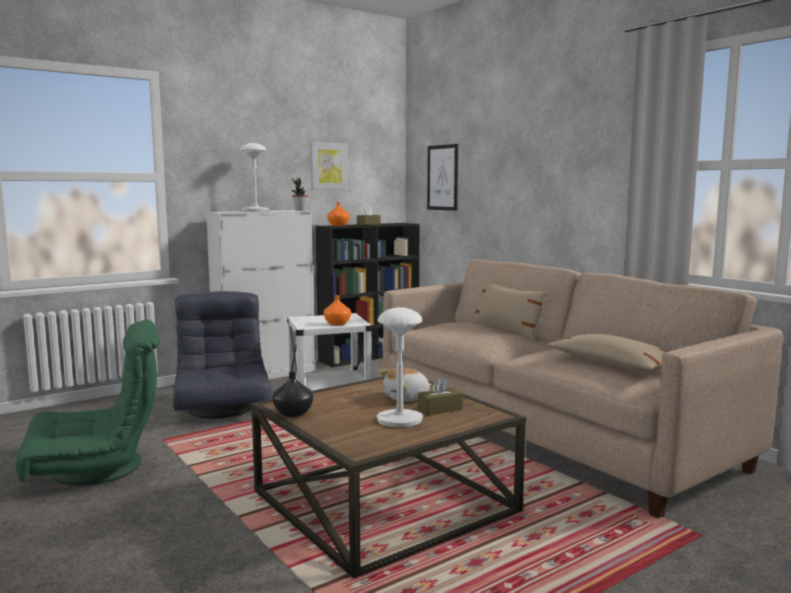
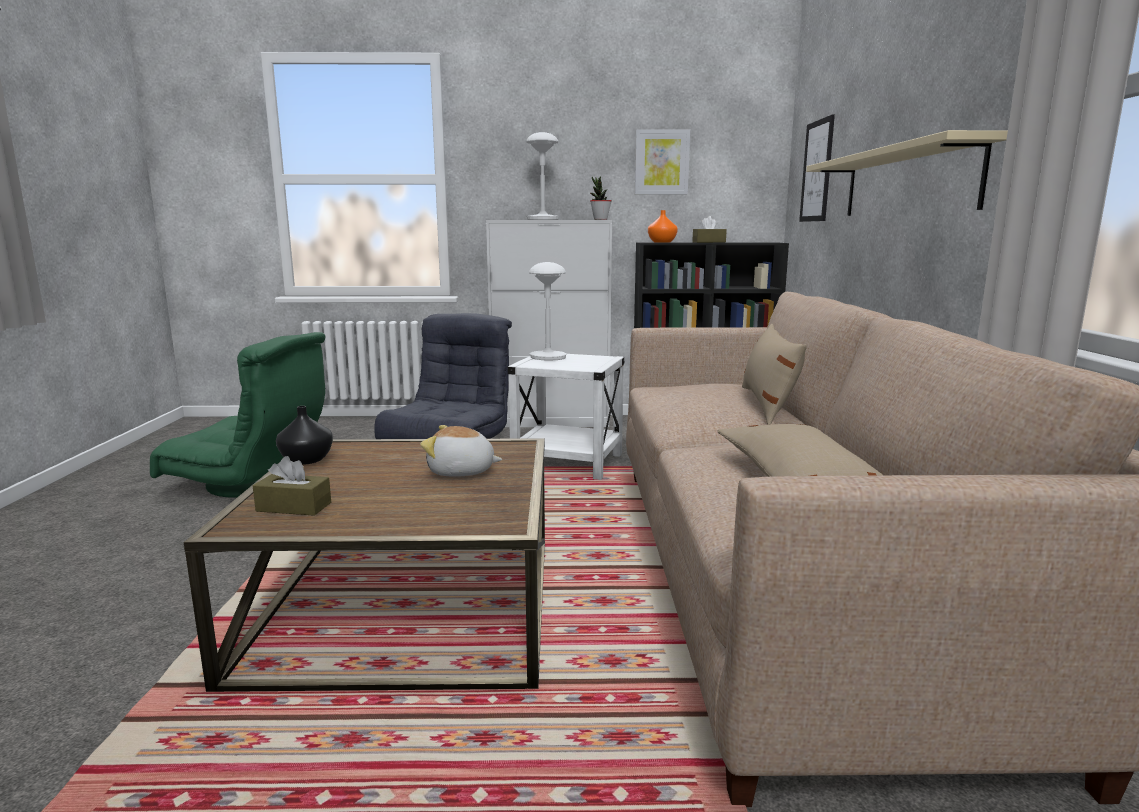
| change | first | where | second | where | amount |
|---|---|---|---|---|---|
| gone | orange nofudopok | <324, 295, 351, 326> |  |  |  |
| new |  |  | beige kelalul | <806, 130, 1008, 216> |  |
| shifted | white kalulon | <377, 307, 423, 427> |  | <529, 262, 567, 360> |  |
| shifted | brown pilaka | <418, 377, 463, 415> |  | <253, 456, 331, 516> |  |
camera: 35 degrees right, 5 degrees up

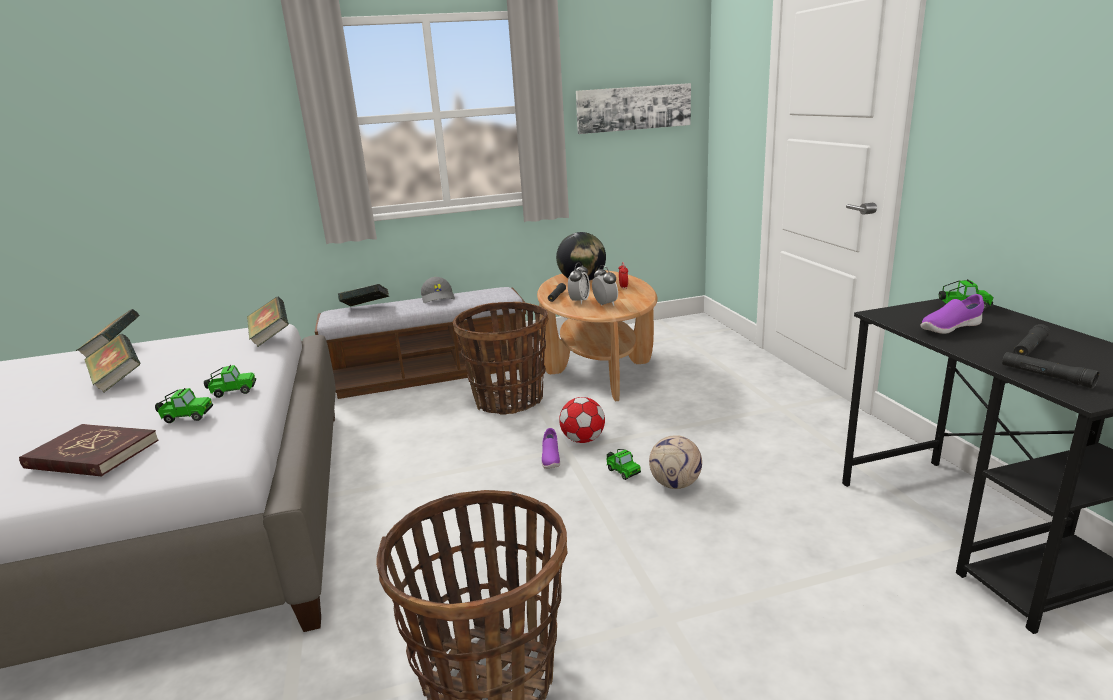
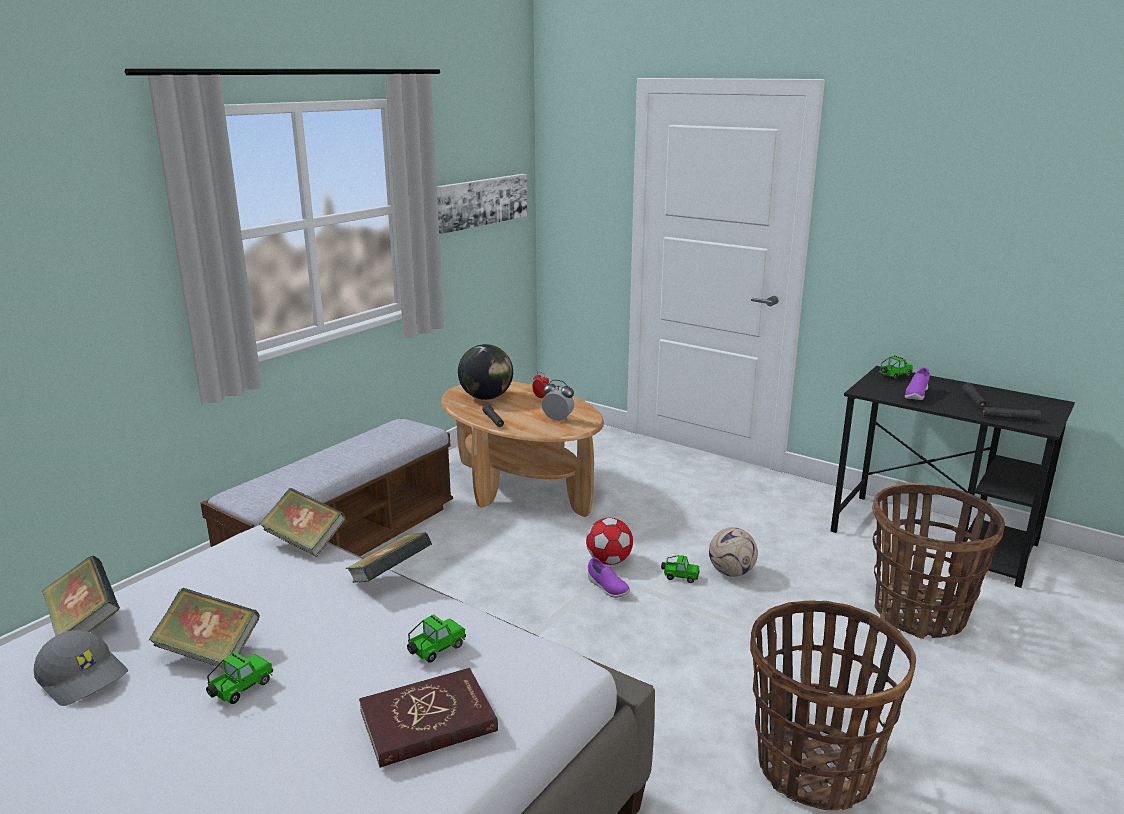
| change | first | where | second | where | amount |
|---|---|---|---|---|---|
| gone | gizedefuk | <568, 262, 590, 304> |  |  |  |
| shifted | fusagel | <204, 365, 256, 398> |  | <206, 652, 273, 704> |  |
| shifted | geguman | <338, 284, 389, 307> |  | <345, 532, 432, 583> |  |
| shifted | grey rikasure | <421, 277, 455, 303> |  | <34, 630, 128, 706> |  |
| shifted | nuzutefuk | <453, 302, 548, 415> |  | <872, 484, 1005, 639> |  |
camera: 40 degrees left, 0 degrees up

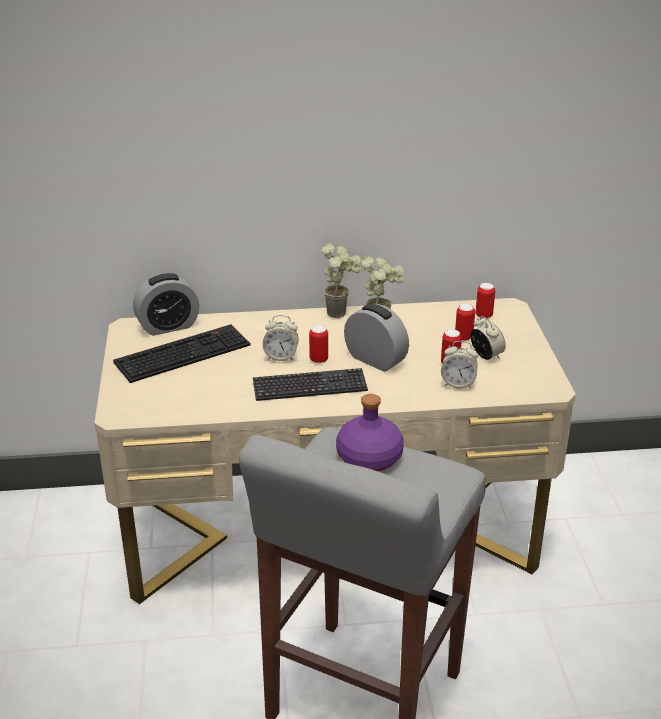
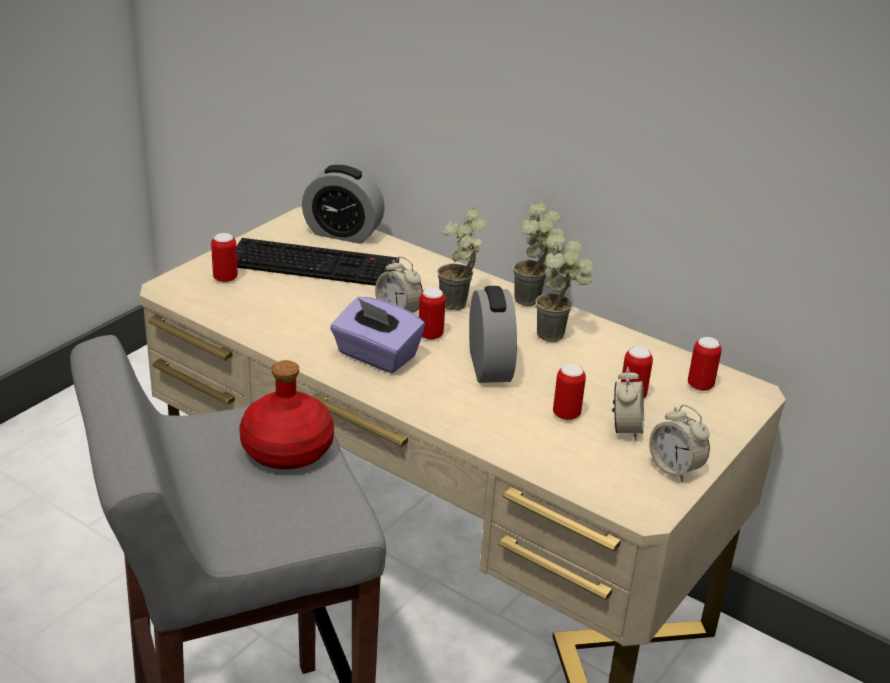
| change | first | where | second | where | amount |
|---|---|---|---|---|---|
| new |  |  | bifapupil | <211, 233, 238, 283> |  |
| new |  |  | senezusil | <437, 207, 486, 310> |  |
| shifted | gizedefuk | <441, 341, 478, 389> |  | <649, 404, 710, 482> |  |
| swapped | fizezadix | <253, 368, 368, 401> | purple pilaka | <330, 297, 425, 373> |  |
| repainted | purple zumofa | <336, 394, 404, 471> | red zumofa | <239, 360, 334, 469> |  |
camera: 40 degrees right, 0 degrees up

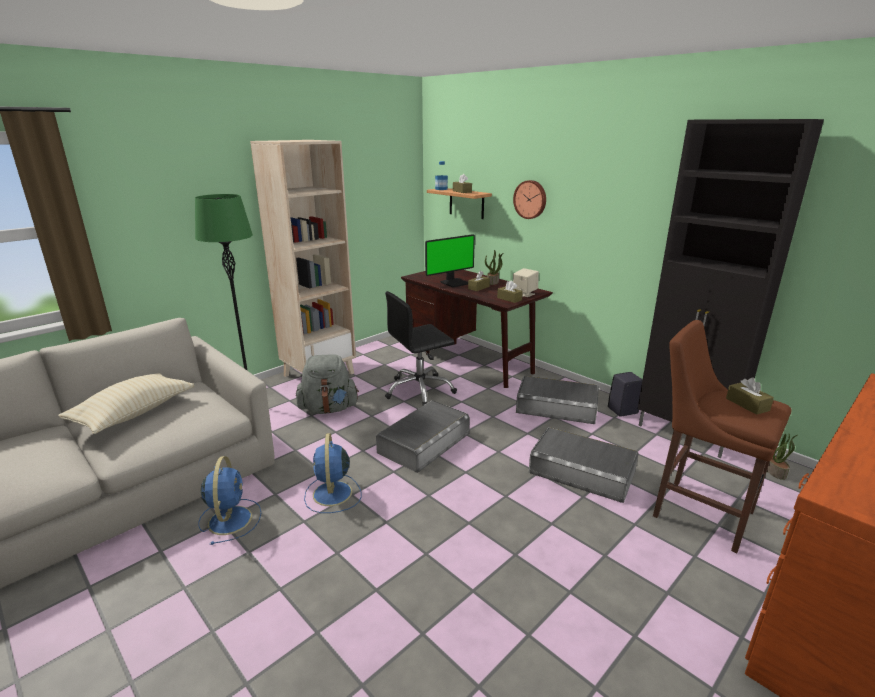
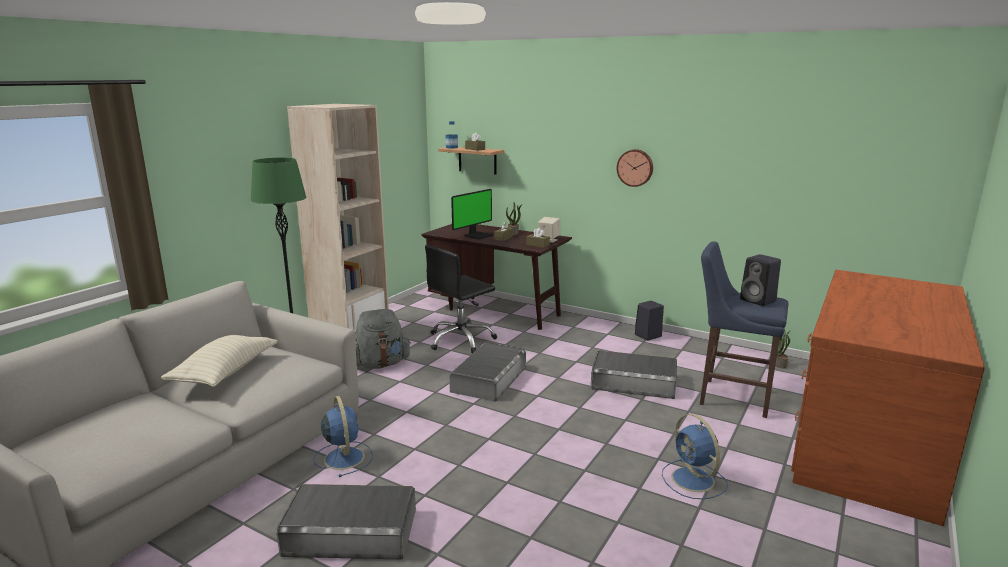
| change | first | where | second | where | amount |
|---|---|---|---|---|---|
| gone | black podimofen | <638, 119, 824, 458> |  |  |  |
| shifted | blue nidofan | <304, 433, 362, 513> |  | <662, 414, 728, 499> |  |
| shifted | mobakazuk | <513, 180, 546, 219> |  | <617, 149, 653, 187> |  |
| shifted | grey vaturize | <516, 376, 598, 424> |  | <276, 484, 416, 559> |  |
| swapped | brown pilaka | <726, 378, 774, 415> | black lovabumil | <740, 254, 781, 306> |  |
| repainted | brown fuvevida | <653, 320, 791, 553> | blue fuvevida | <700, 241, 788, 418> |  |
camera: 15 degrees left, 5 degrees down

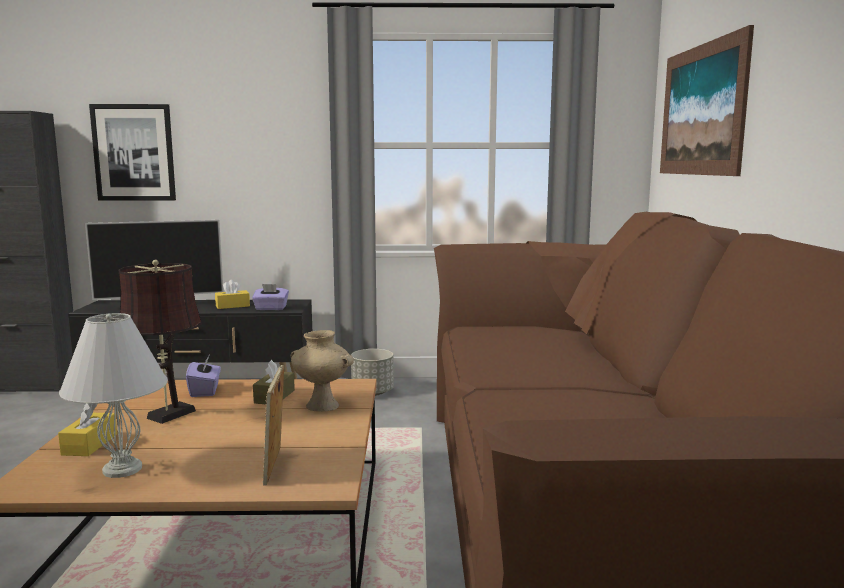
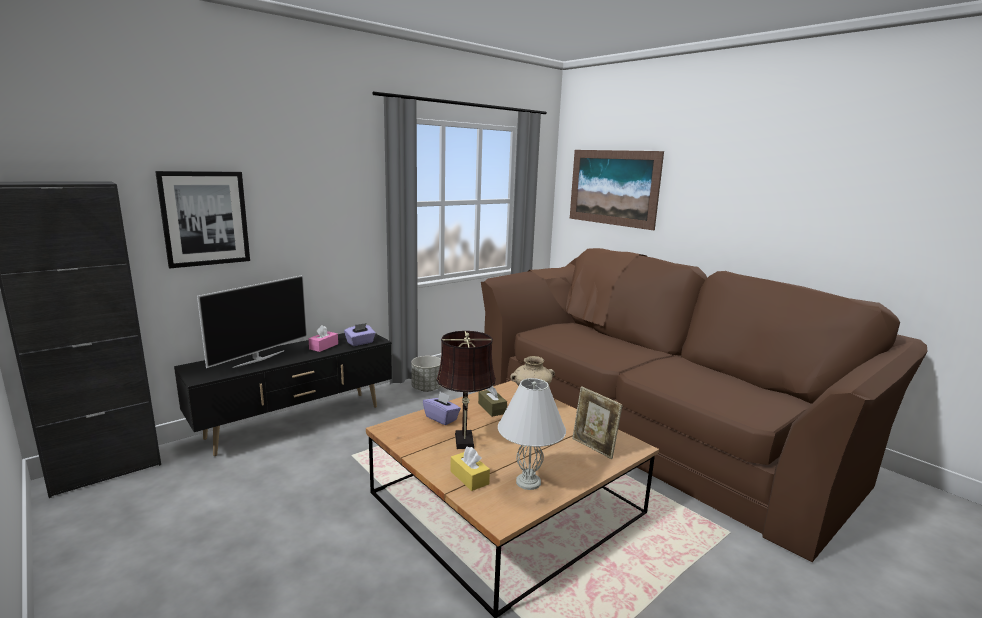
| change | first | where | second | where | amount |
|---|---|---|---|---|---|
| repainted | yellow pilaka | <215, 280, 250, 309> | pink pilaka | <308, 325, 338, 352> |  |
camera: 40 degrees left, 5 degrees up

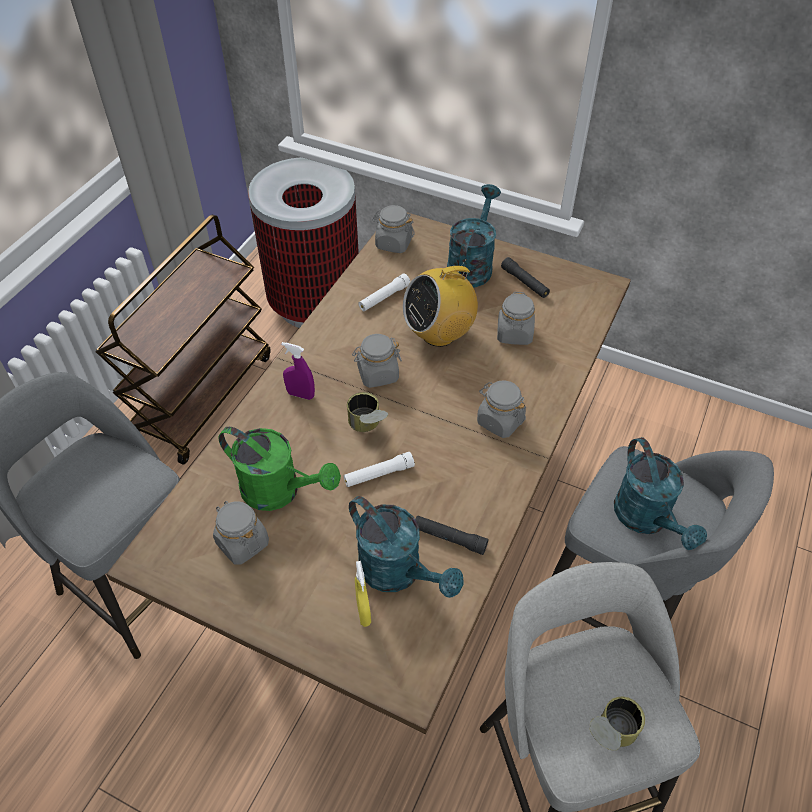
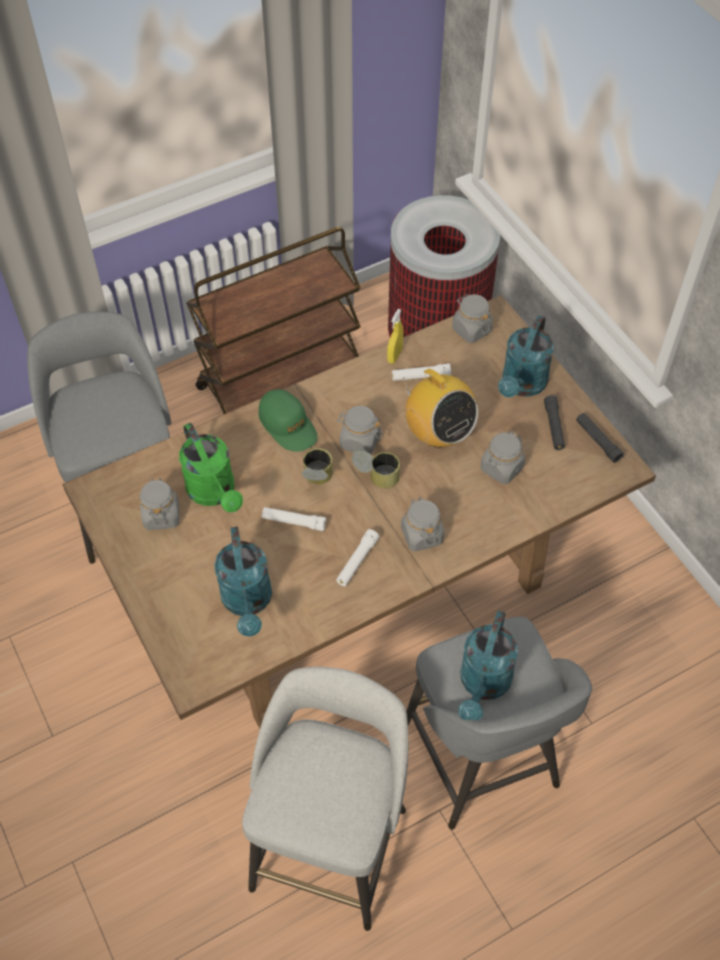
| change | first | where | second | where | amount |
|---|---|---|---|---|---|
| new |  |  | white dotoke | <336, 529, 380, 586> |  |
| shifted | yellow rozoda | <355, 561, 371, 627> |  | <387, 309, 403, 364> |  |
| shifted | black dotoke | <415, 516, 489, 555> |  | <576, 413, 624, 463> |  |
| shifted | bifapupil | <590, 697, 645, 750> |  | <352, 450, 400, 489> |  |
| swapped | purple rozoda | <281, 342, 315, 400> | green rikasure | <259, 389, 317, 452> |  |
| rotated | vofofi | <403, 259, 478, 347> |  | <403, 369, 478, 448> | 135 degrees counterclockwise |
| rotated | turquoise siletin | <447, 184, 501, 288> |  | <498, 315, 554, 397> | 150 degrees clockwise |
camera: 35 degrees right, 5 degrees up

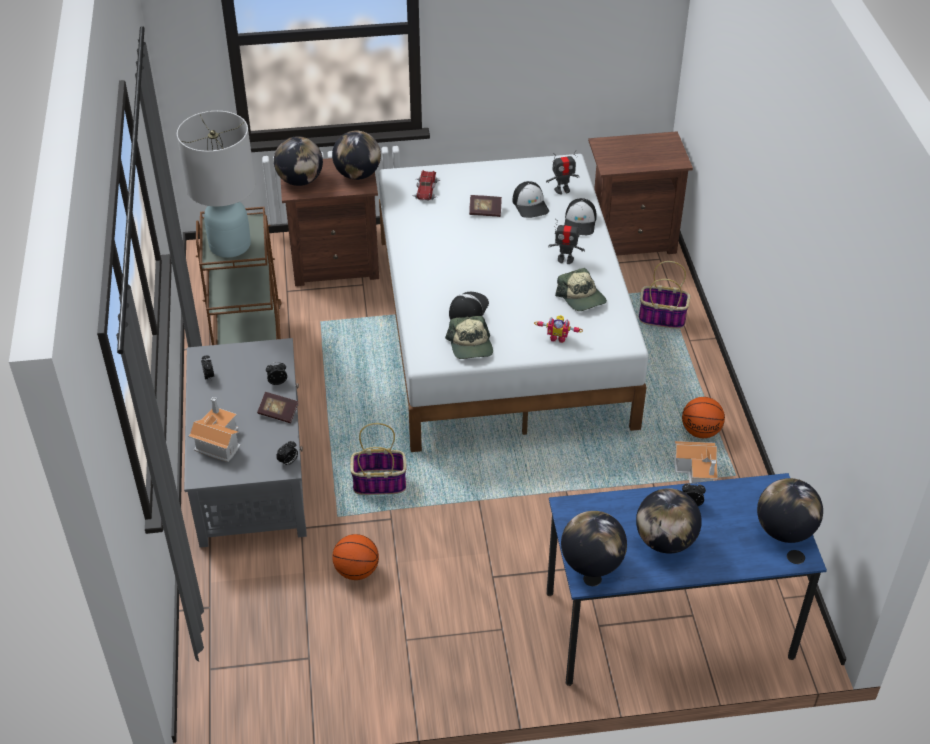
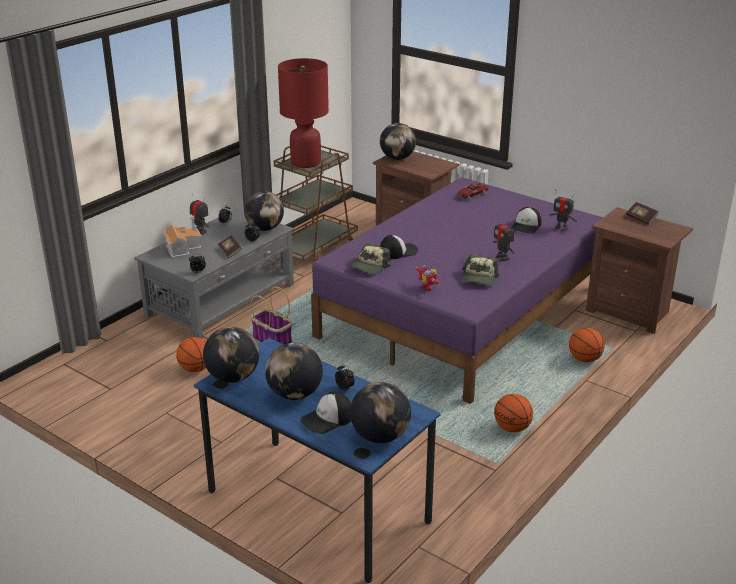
| change | first | where | second | where | amount |
|---|---|---|---|---|---|
| gone | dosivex | <674, 441, 718, 483> |  |  |  |
| new |  |  | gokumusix | <190, 194, 209, 235> |  |
| shifted | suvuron | <332, 130, 381, 180> |  | <244, 191, 284, 231> |  |
| shifted | geguman | <469, 195, 502, 217> |  | <626, 202, 658, 225> |  |
| shifted | rikasure | <564, 198, 597, 235> |  | <300, 392, 351, 434> |  |
| swapped | nuzutefuk | <639, 261, 690, 329> | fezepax | <569, 328, 605, 362> |  |
| repainted | white kalulon | <177, 111, 255, 258> | red kalulon | <278, 58, 329, 168> |  |
| repainted | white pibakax | <379, 154, 648, 452> | purple pibakax | <311, 177, 603, 404> |  |
camera: 45 degrees right, 15 degrees down

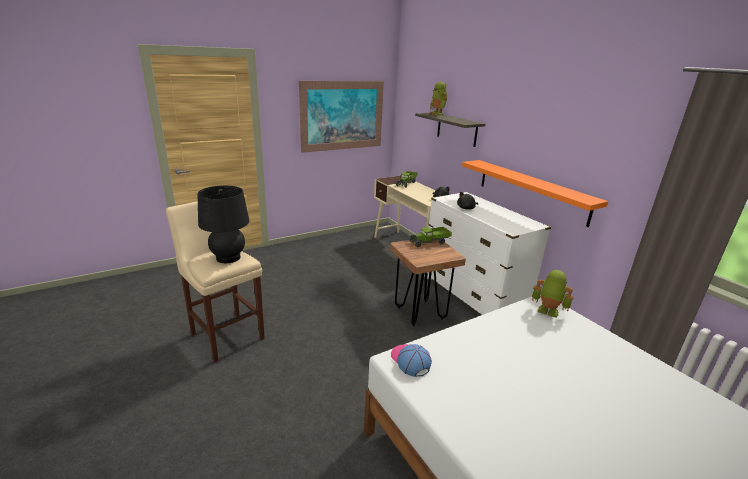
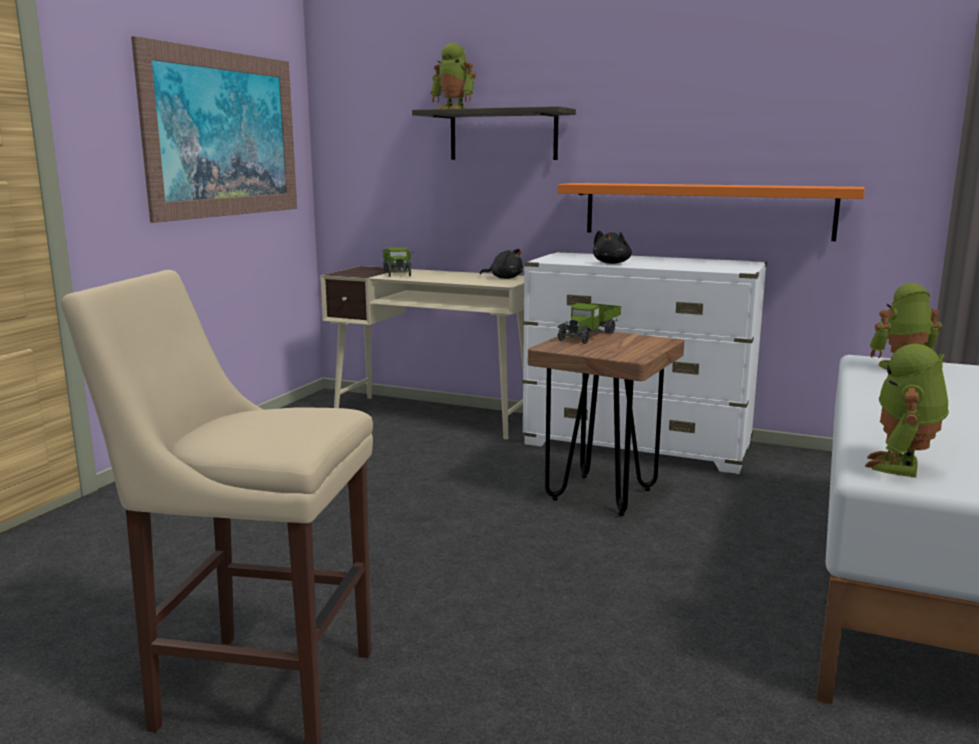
| change | first | where | second | where | amount |
|---|---|---|---|---|---|
| gone | black kalulon | <198, 186, 249, 263> |  |  |  |
| swapped | rikasure | <391, 344, 432, 377> | gokumusix | <865, 344, 949, 477> |  |
camera: 35 degrees left, 10 degrees down

